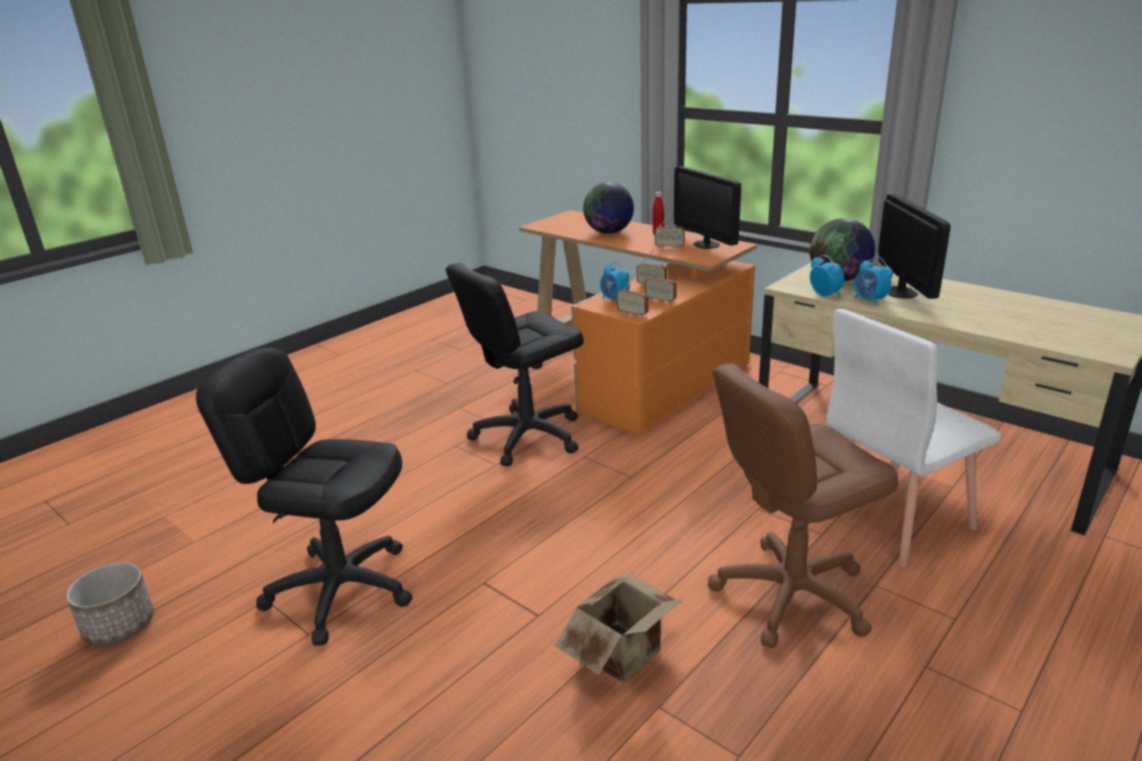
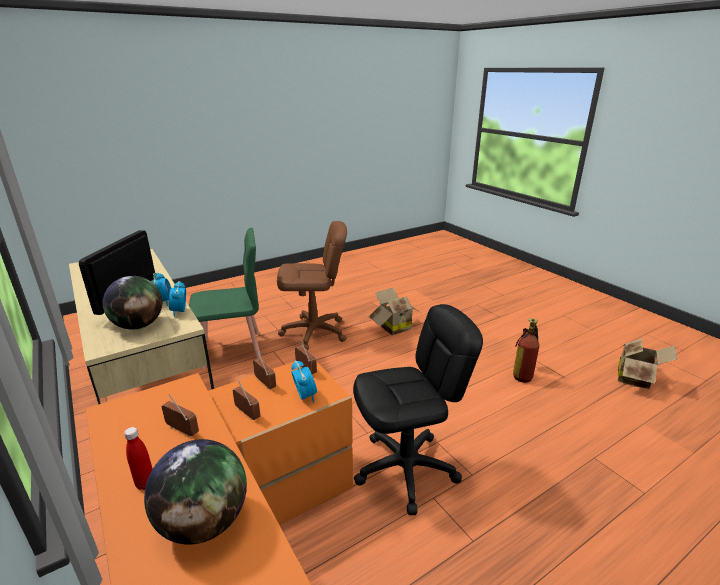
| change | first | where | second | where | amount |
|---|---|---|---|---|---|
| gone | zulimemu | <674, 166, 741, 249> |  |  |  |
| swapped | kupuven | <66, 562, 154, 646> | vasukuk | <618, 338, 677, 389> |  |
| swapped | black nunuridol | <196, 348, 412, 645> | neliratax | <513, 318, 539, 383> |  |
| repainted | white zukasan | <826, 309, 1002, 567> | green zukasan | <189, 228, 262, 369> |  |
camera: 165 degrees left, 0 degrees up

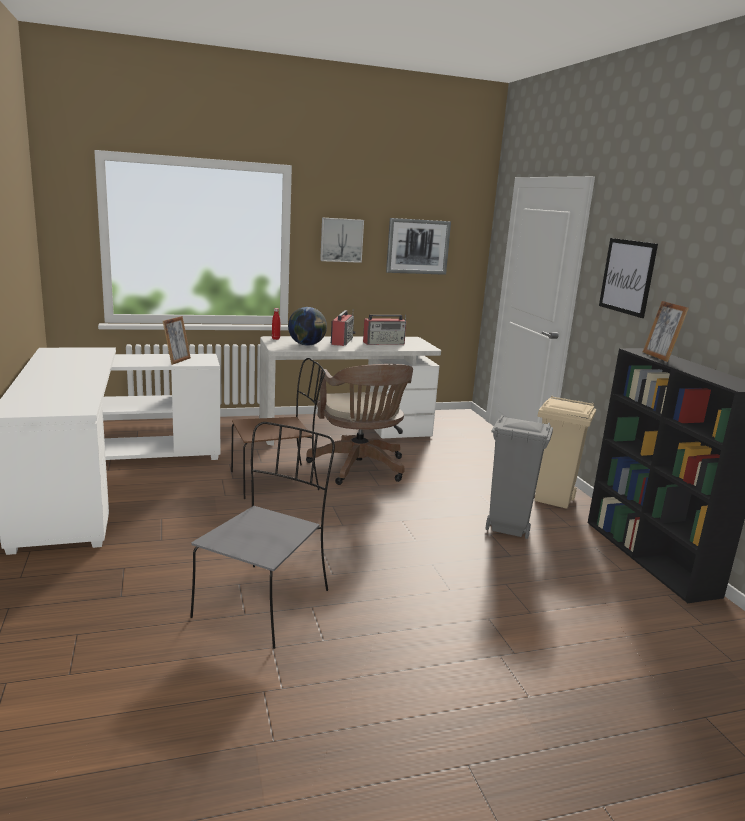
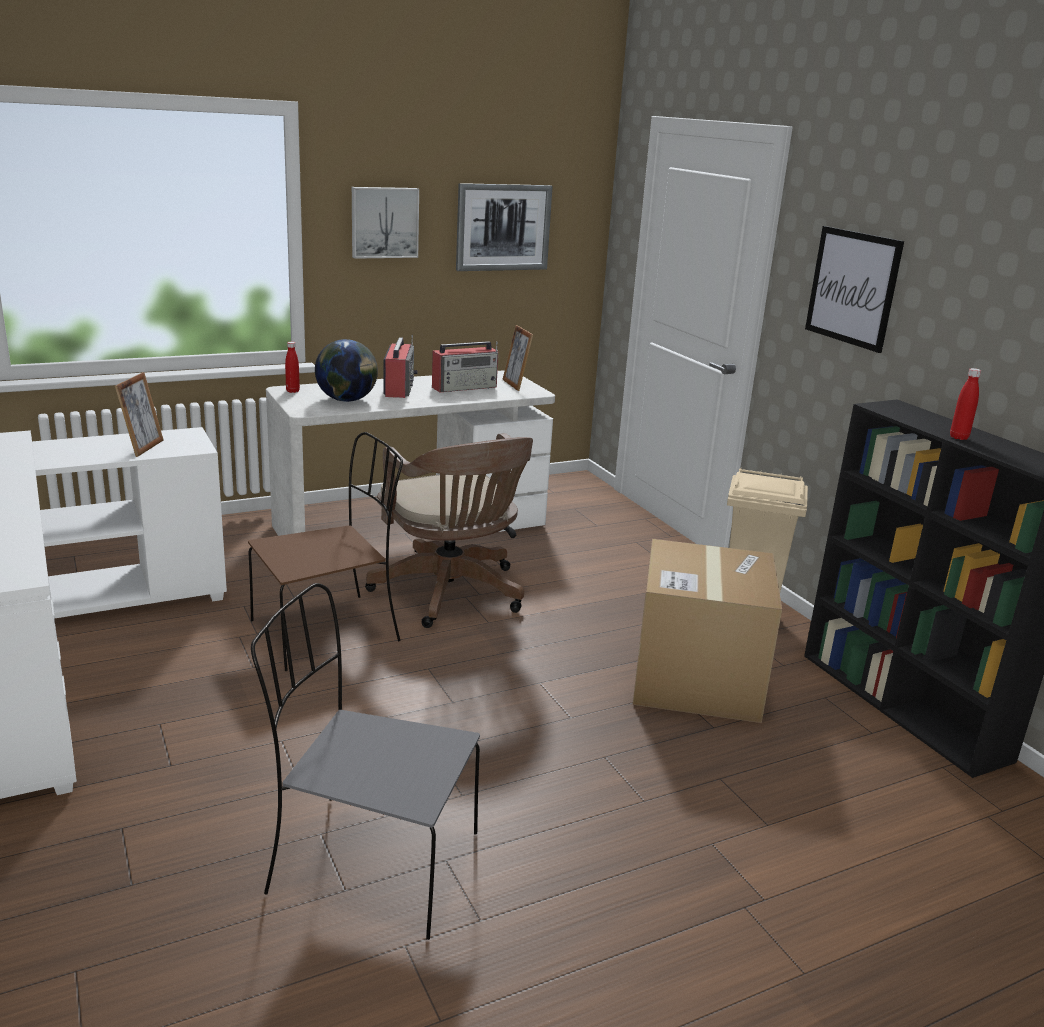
| change | first | where | second | where | amount |
|---|---|---|---|---|---|
| new |  |  | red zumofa | <950, 368, 981, 440> |  |
| shifted | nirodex | <643, 301, 689, 362> |  | <502, 325, 533, 391> |  |
| swapped | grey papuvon | <485, 415, 553, 539> | vasukuk | <633, 539, 782, 723> |  |
| rotated | grey zukasan | <190, 422, 335, 649> |  | <251, 583, 480, 940> | 90 degrees counterclockwise |
camera: 10 degrees left, 5 degrees up

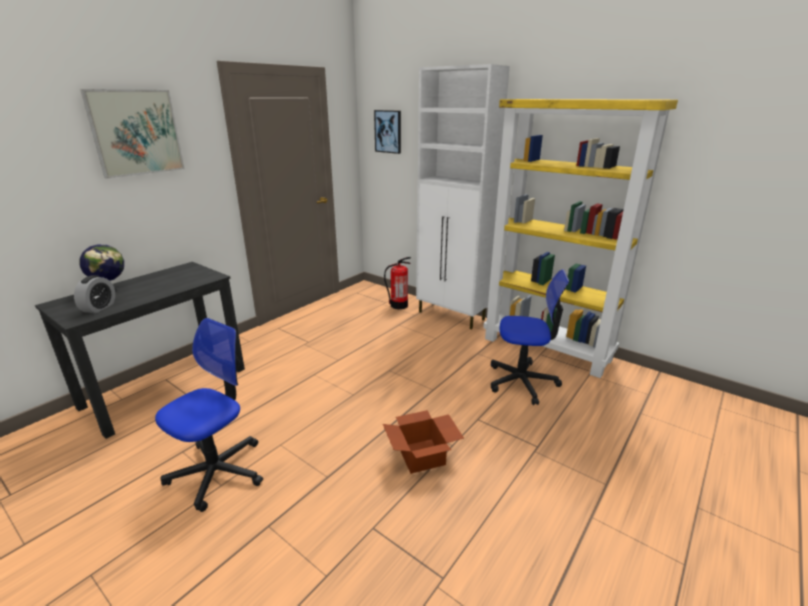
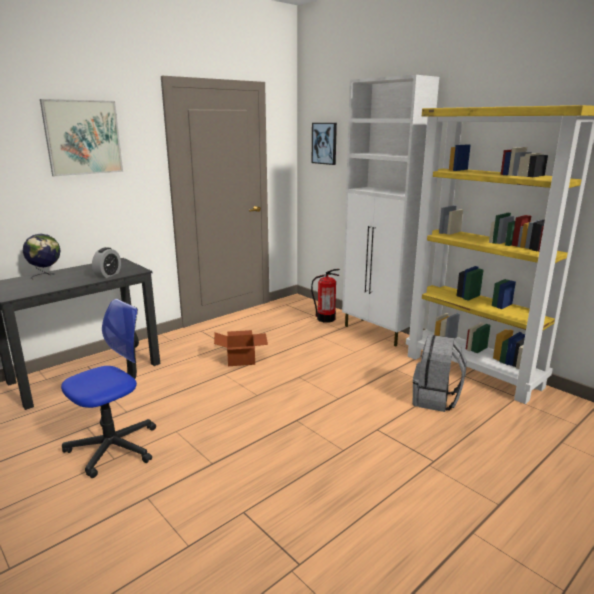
| change | first | where | second | where | amount |
|---|---|---|---|---|---|
| shifted | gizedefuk | <74, 275, 115, 313> |  | <92, 247, 121, 278> |  |
| shifted | vasukuk | <383, 410, 464, 474> |  | <214, 330, 268, 366> |  |
| swapped | nunuridol | <491, 269, 570, 405> | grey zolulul | <413, 335, 466, 412> |  |
camera: 10 degrees right, 5 degrees down

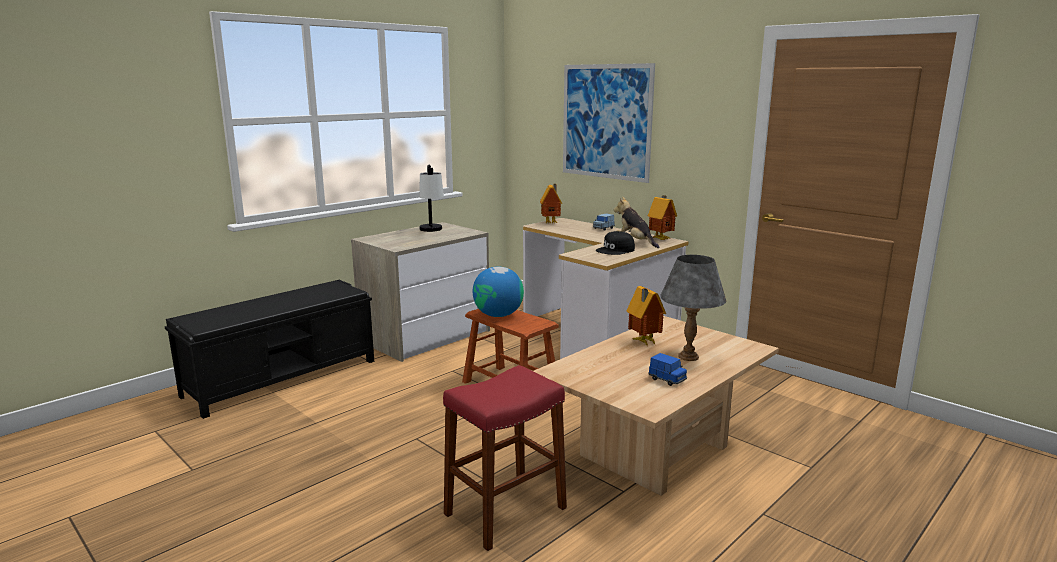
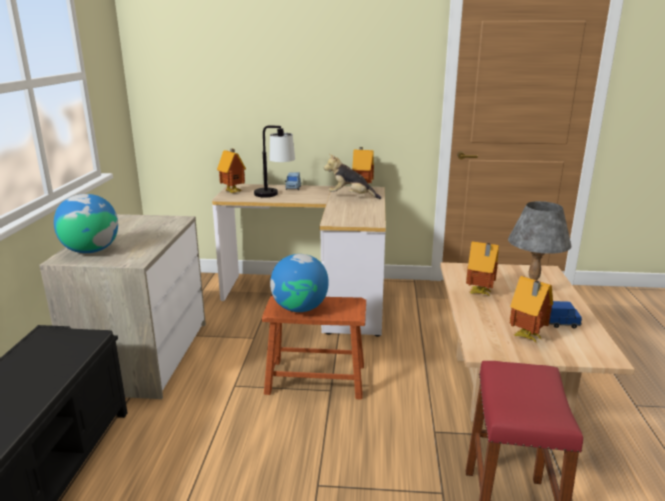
| change | first | where | second | where | amount |
|---|---|---|---|---|---|
| gone | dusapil | <563, 63, 655, 183> |  |  |  |
| gone | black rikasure | <596, 231, 635, 255> |  |  |  |
| new |  |  | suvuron | <54, 194, 118, 253> |  |
| new |  |  | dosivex | <509, 276, 553, 343> |  |
| shifted | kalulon | <419, 165, 444, 232> |  | <254, 125, 295, 197> |  |
camera: 40 degrees left, 5 degrees up

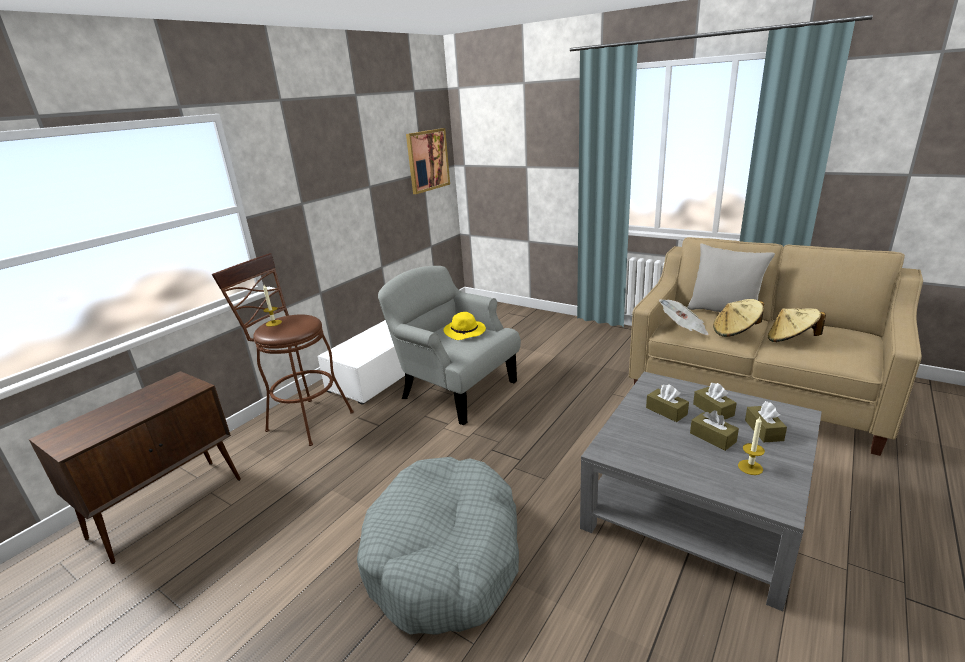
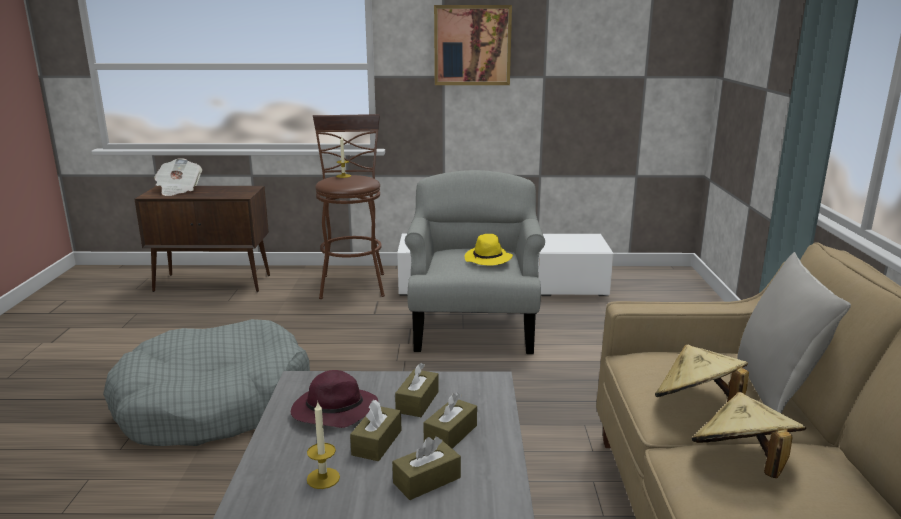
| change | first | where | second | where | amount |
|---|---|---|---|---|---|
| new |  |  | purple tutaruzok | <291, 370, 378, 428> |  |
| shifted | dusapil | <406, 128, 450, 194> |  | <434, 5, 512, 85> |  |
| shifted | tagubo | <659, 299, 708, 335> |  | <154, 158, 202, 196> |  |
camera: 55 degrees right, 5 degrees down

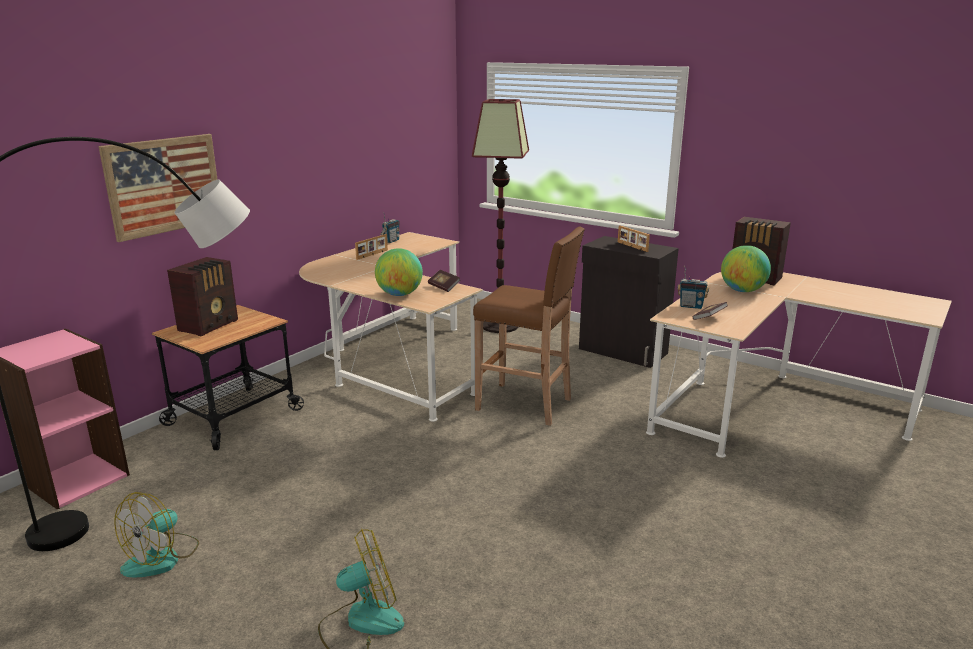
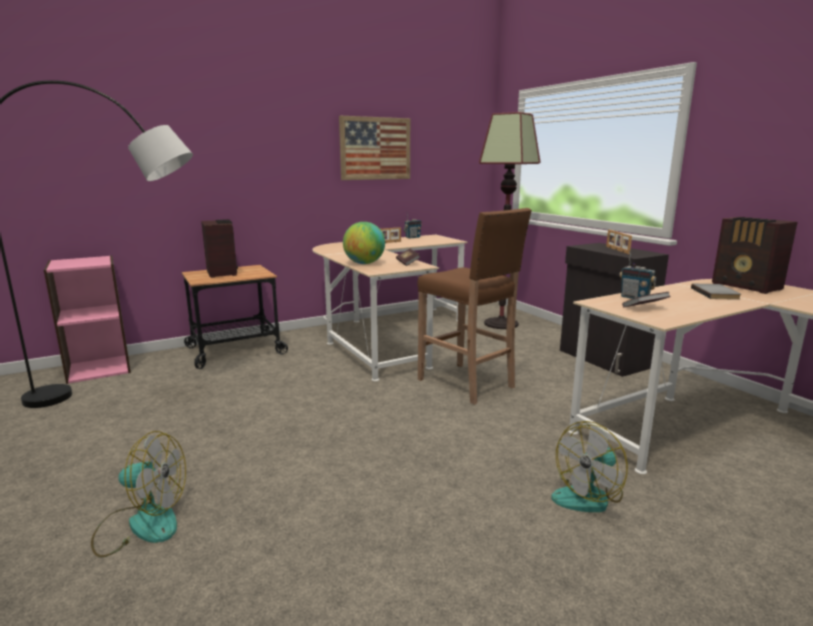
| change | first | where | second | where | amount |
|---|---|---|---|---|---|
| shifted | dusapil | <99, 134, 218, 242> |  | <339, 116, 410, 180> |  |
| shifted | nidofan | <114, 492, 199, 577> |  | <551, 421, 628, 512> |  |
| swapped | suvuron | <721, 245, 771, 292> | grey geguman | <691, 284, 741, 300> |  |
| rotated | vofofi | <167, 257, 238, 336> |  | <201, 219, 238, 278> | 75 degrees counterclockwise |
camera: 25 degrees right, 5 degrees down

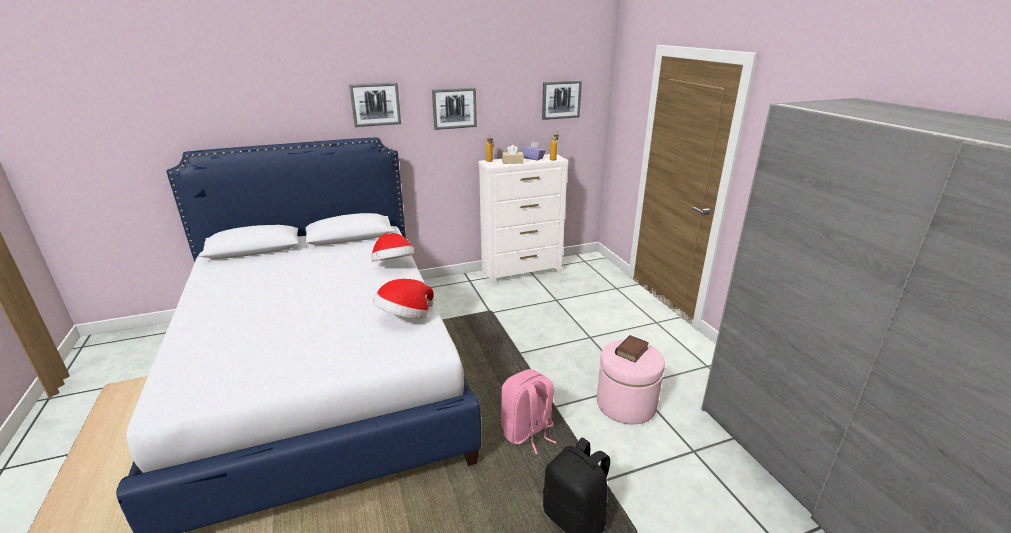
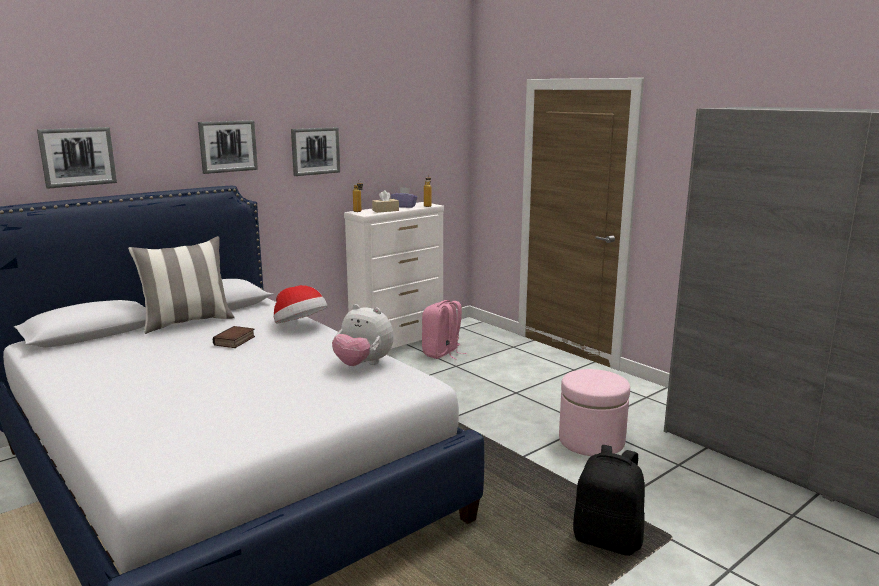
| change | first | where | second | where | amount |
|---|---|---|---|---|---|
| new |  |  | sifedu | <128, 236, 235, 334> |  |
| shifted | pink zolulul | <501, 369, 556, 454> |  | <422, 300, 466, 360> |  |
| shifted | dusapil | <542, 80, 582, 120> |  | <37, 127, 117, 189> |  |
| shifted | geguman | <615, 335, 649, 362> |  | <213, 326, 255, 348> |  |
| swapped | tutaruzok | <373, 279, 434, 319> | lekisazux | <332, 304, 394, 366> |  |
camera: 20 degrees left, 10 degrees down

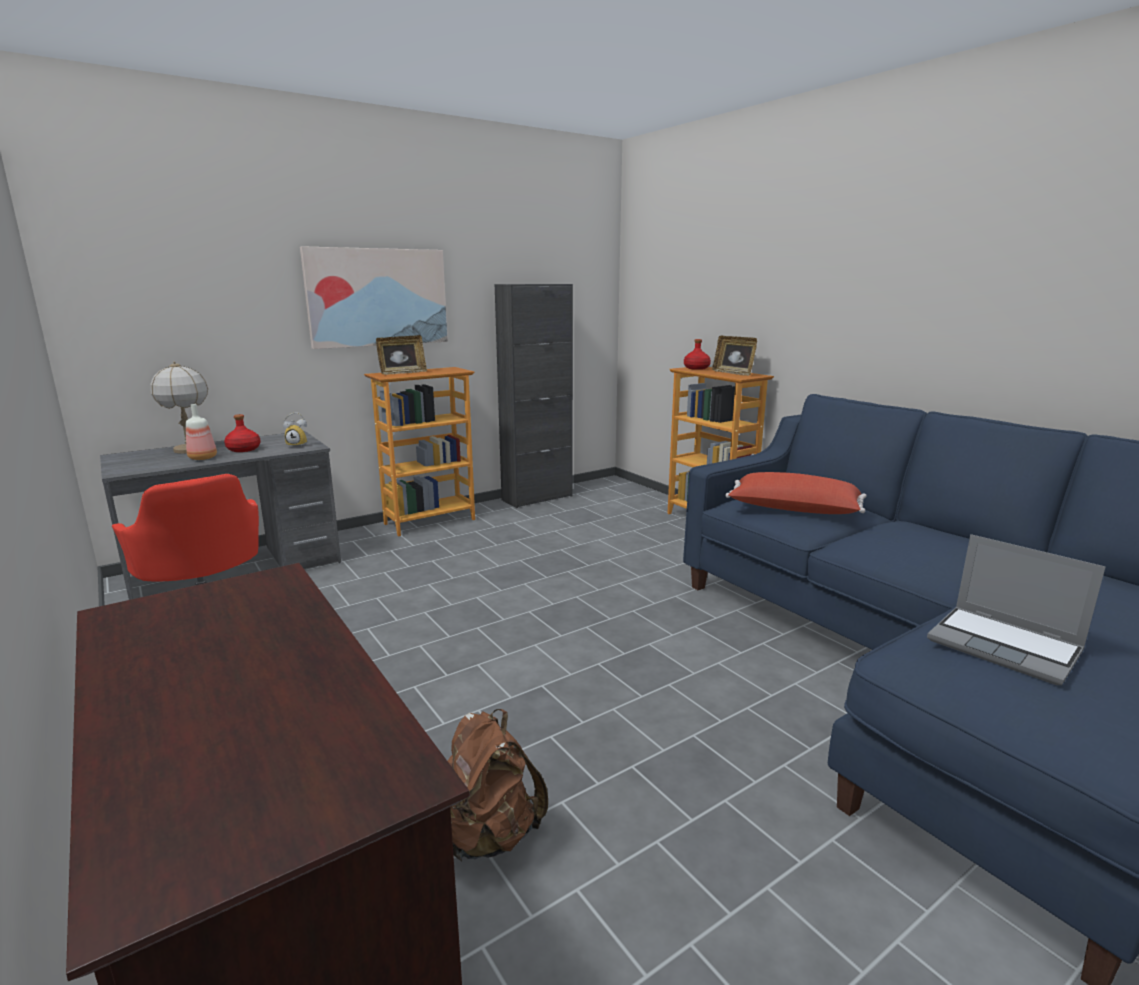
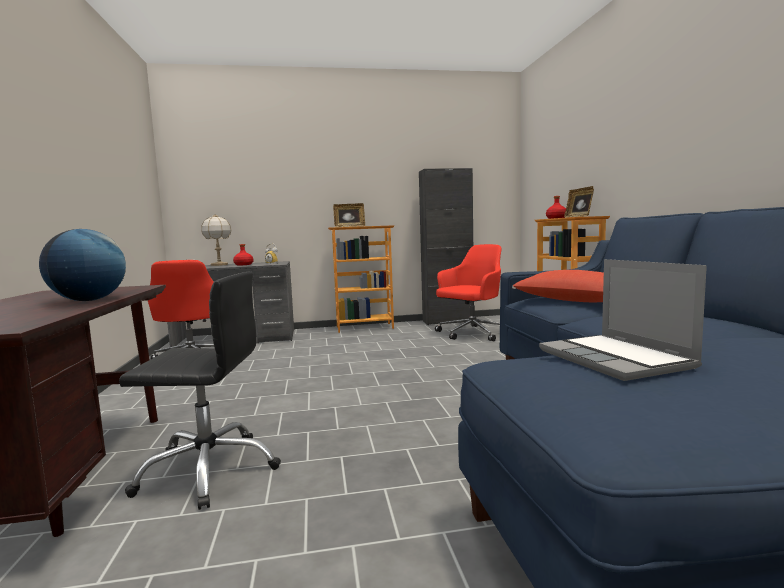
| change | first | where | second | where | amount |
|---|---|---|---|---|---|
| gone | zumofa | <186, 404, 217, 460> |  |  |  |
| gone | dusapil | <300, 246, 448, 349> |  |  |  |
| new |  |  | suvuron | <39, 229, 126, 301> |  |
| new |  |  | red nunuridol | <435, 244, 501, 341> |  |
| swapped | brown zolulul | <448, 709, 548, 861> | black nunuridol | <119, 272, 281, 510> |  |
camera: 25 degrees right, 10 degrees down

